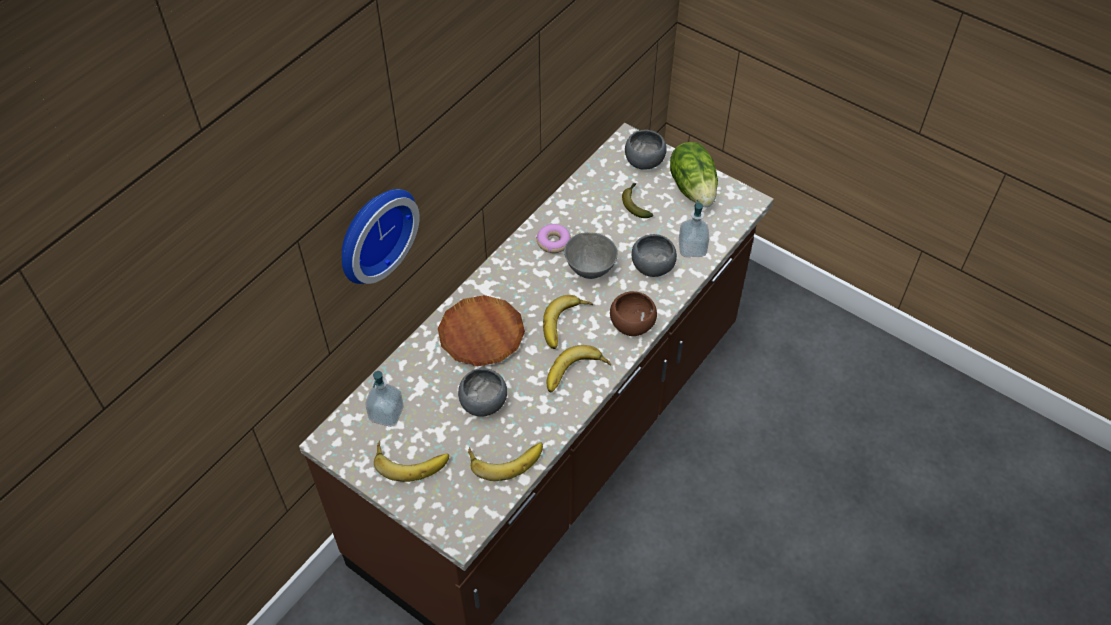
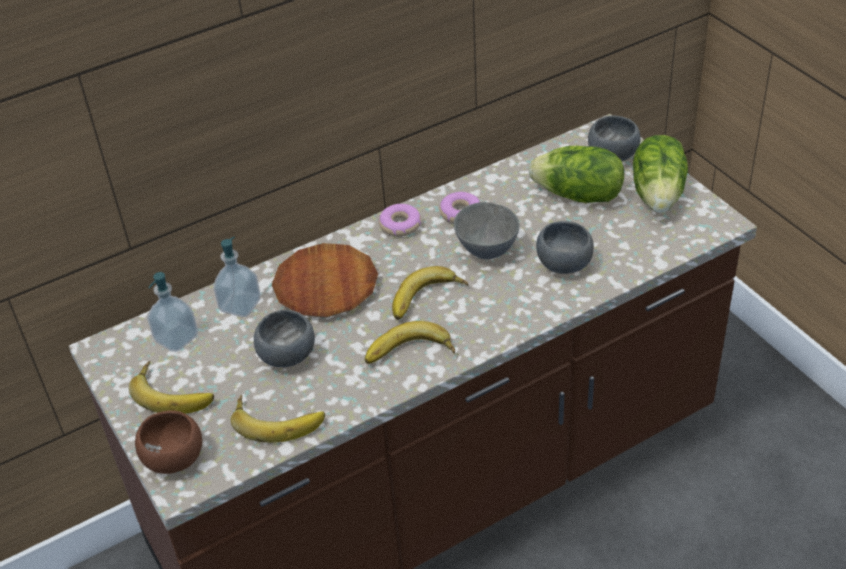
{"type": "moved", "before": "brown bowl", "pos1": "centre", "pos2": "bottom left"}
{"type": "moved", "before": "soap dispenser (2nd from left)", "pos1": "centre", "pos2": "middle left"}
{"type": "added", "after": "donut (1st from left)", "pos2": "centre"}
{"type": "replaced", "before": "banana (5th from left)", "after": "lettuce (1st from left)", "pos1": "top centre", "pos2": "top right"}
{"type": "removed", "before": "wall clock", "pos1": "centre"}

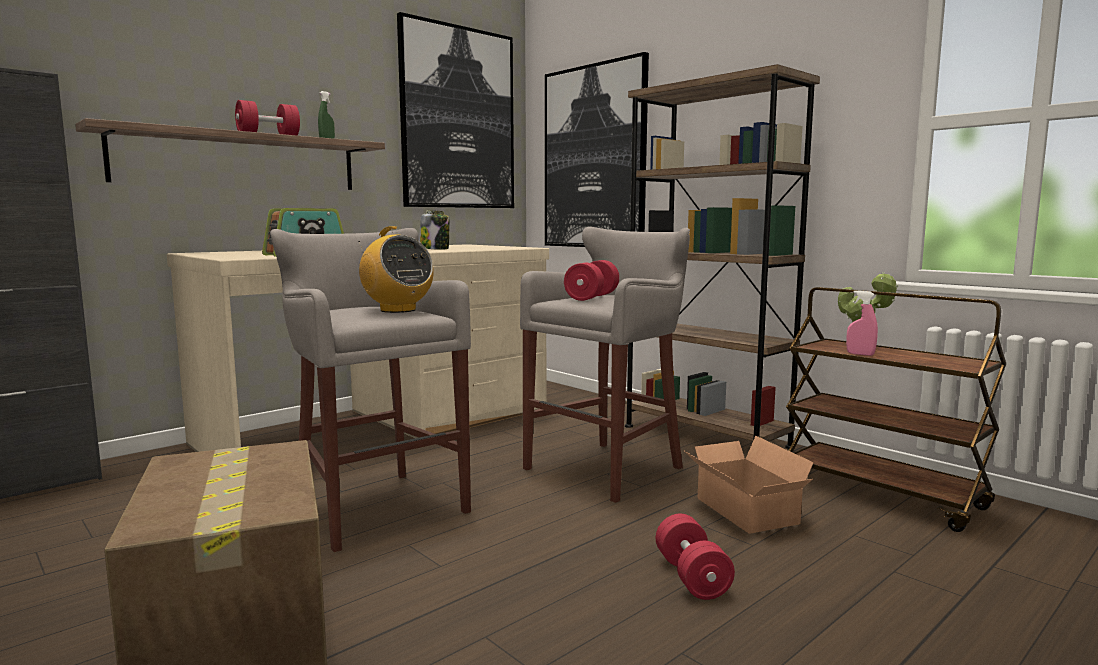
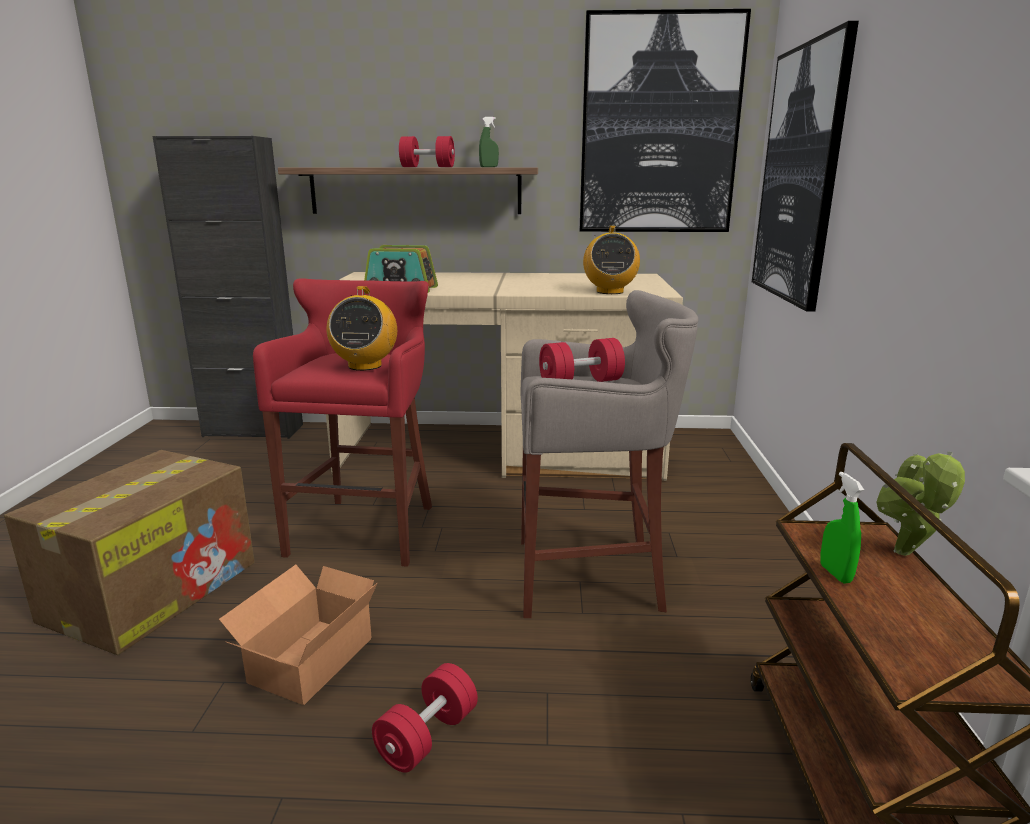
{"type": "moved", "before": "cardboard box (2nd from left)", "pos1": "bottom right", "pos2": "bottom left"}
{"type": "recoloured", "before": "grey stool (1st from left)", "after": "red stool", "pos1": "centre", "pos2": "middle left"}
{"type": "added", "after": "radio (3rd from left)", "pos2": "top centre"}
{"type": "recoloured", "before": "pink spray bottle", "after": "green spray bottle (2nd from left)", "pos1": "middle right", "pos2": "middle right"}
{"type": "removed", "before": "jar", "pos1": "centre"}
{"type": "removed", "before": "brown bookcase", "pos1": "centre"}

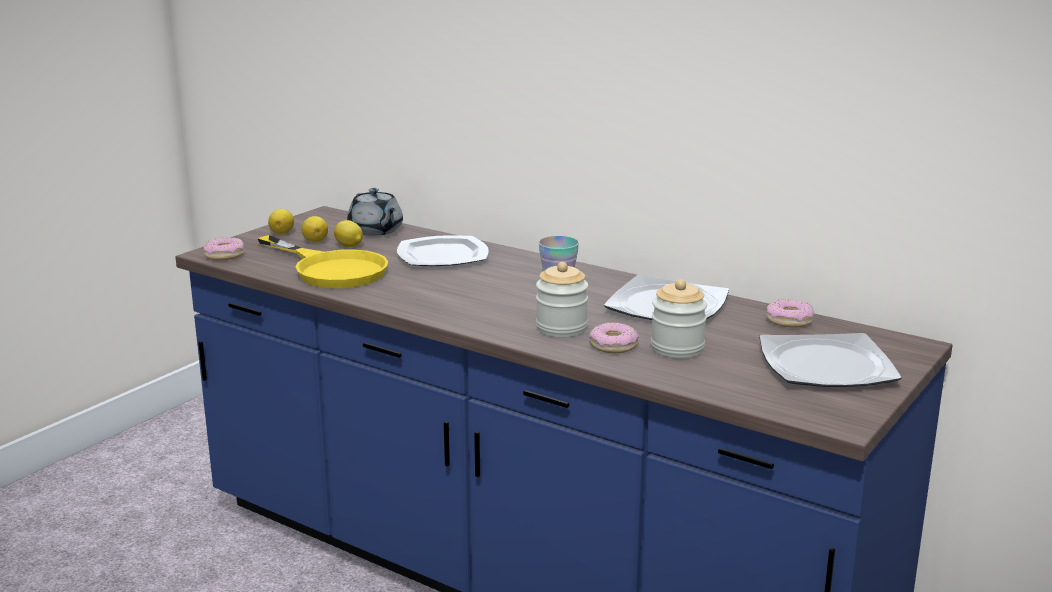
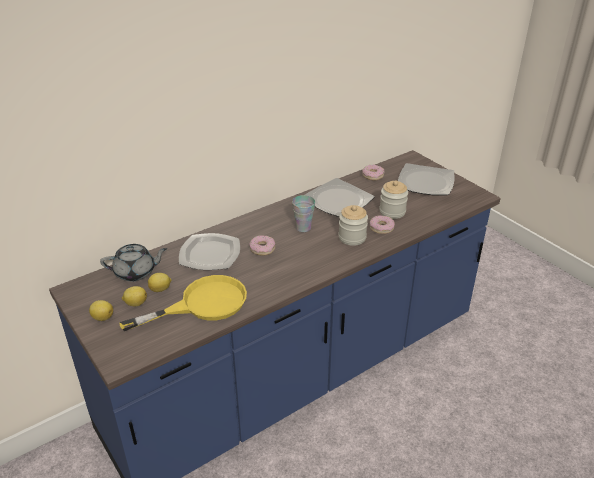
{"type": "moved", "before": "donut (1st from left)", "pos1": "middle left", "pos2": "centre"}

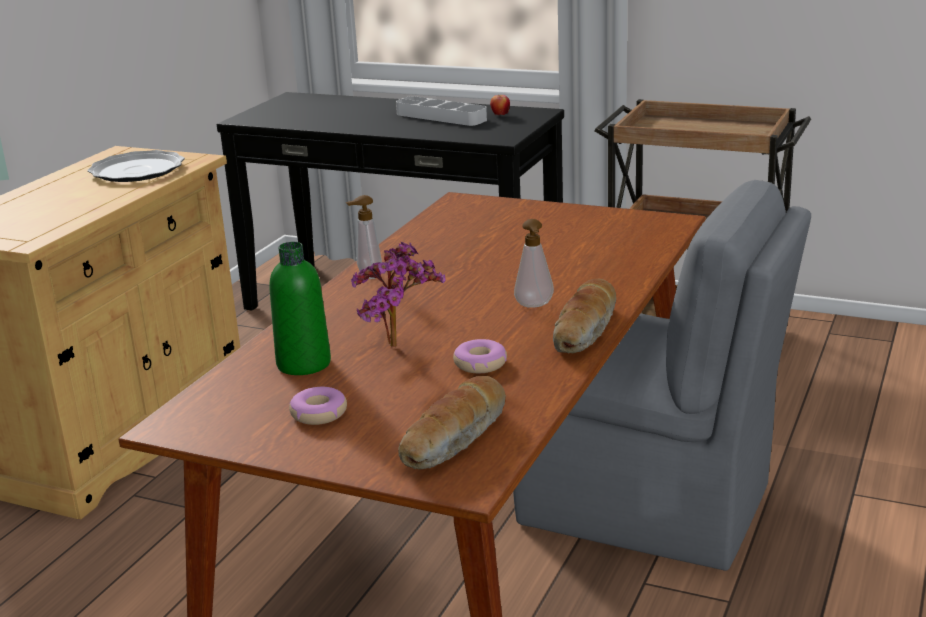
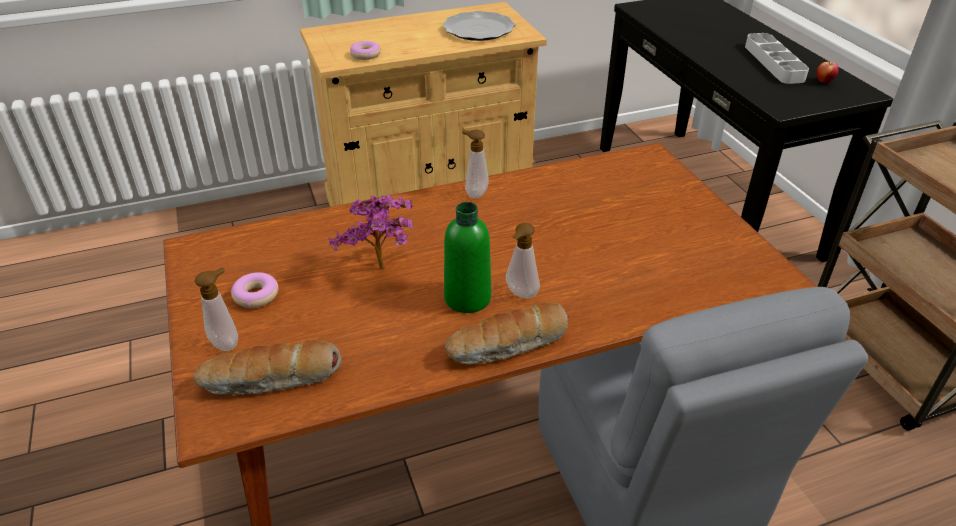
{"type": "added", "after": "soap dispenser (1st from left)", "pos2": "middle left"}
{"type": "moved", "before": "donut (2nd from left)", "pos1": "centre", "pos2": "top centre"}
{"type": "moved", "before": "green bottle", "pos1": "middle left", "pos2": "centre"}

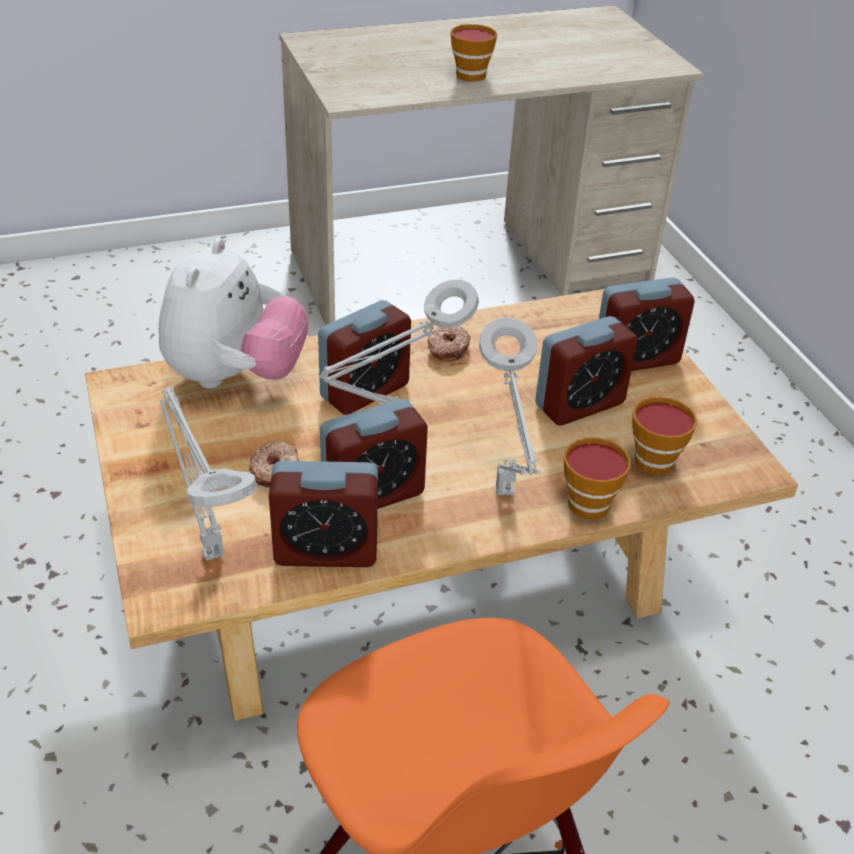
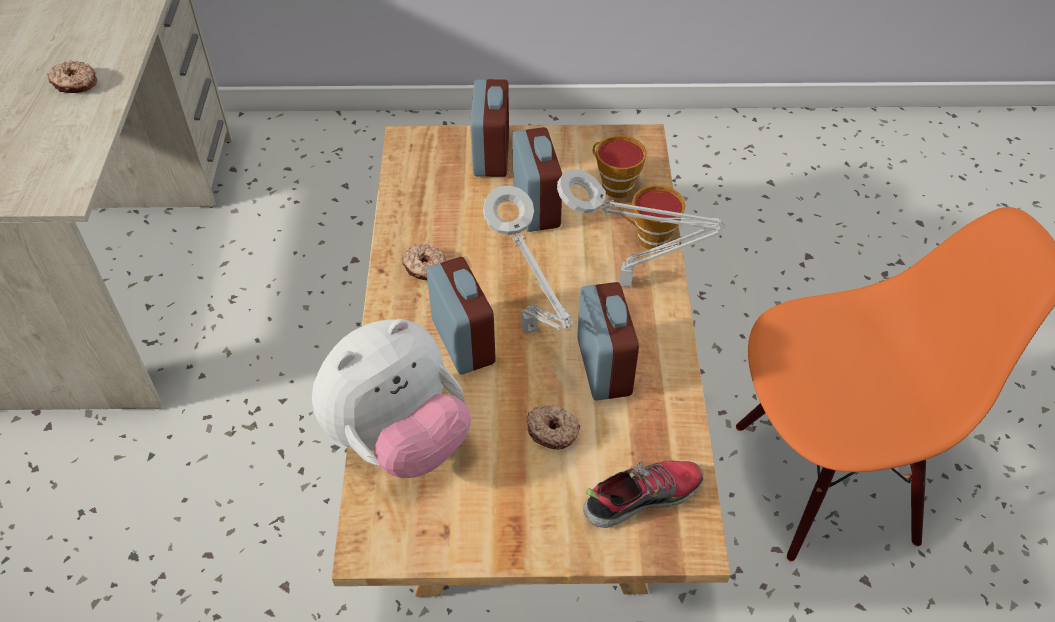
{"type": "replaced", "before": "cup (1st from left)", "after": "donut (1st from left)", "pos1": "top centre", "pos2": "top left"}
{"type": "turned", "before": "plush toy", "pos1": "middle left", "pos2": "centre", "turn": 105}
{"type": "replaced", "before": "grey table lamp (1st from left)", "after": "shoe", "pos1": "middle left", "pos2": "bottom centre"}
{"type": "removed", "before": "alarm clock (1st from left)", "pos1": "centre"}

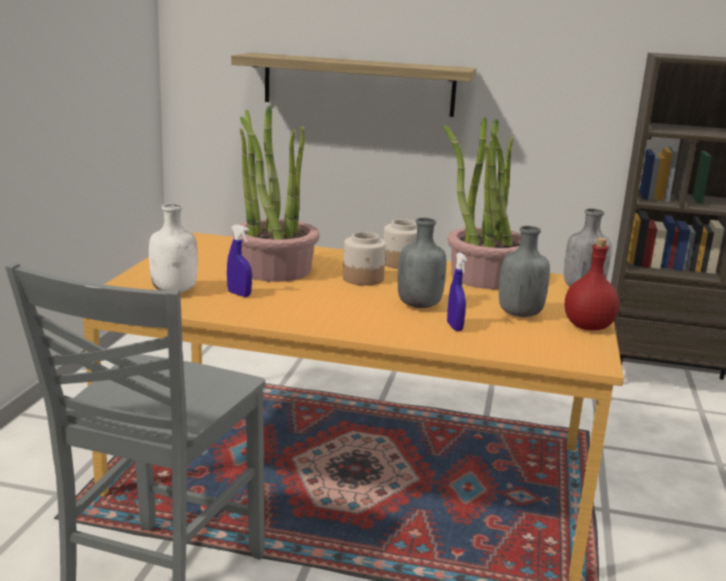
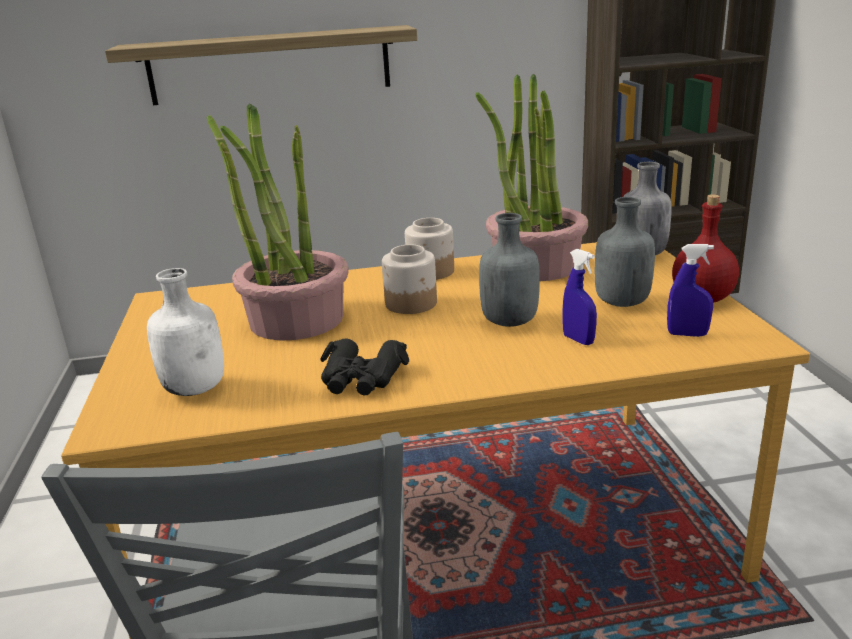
{"type": "added", "after": "black binoculars", "pos2": "centre"}
{"type": "moved", "before": "blue spray bottle (1st from left in the first image)", "after": "blue spray bottle (2nd from left)", "pos1": "middle left", "pos2": "middle right"}

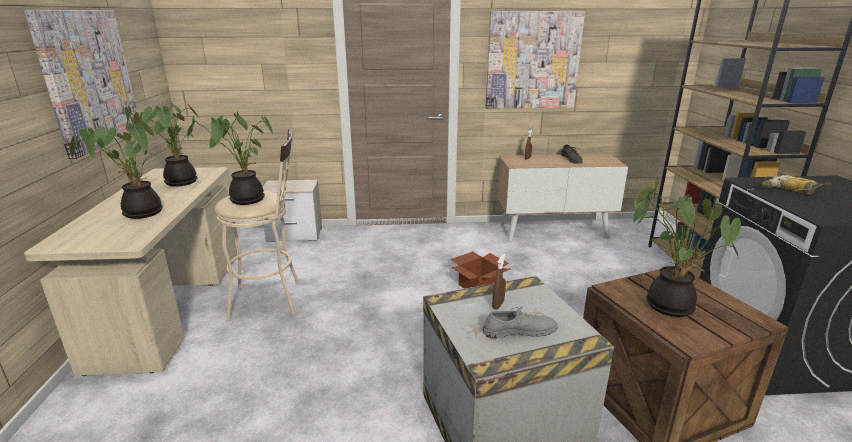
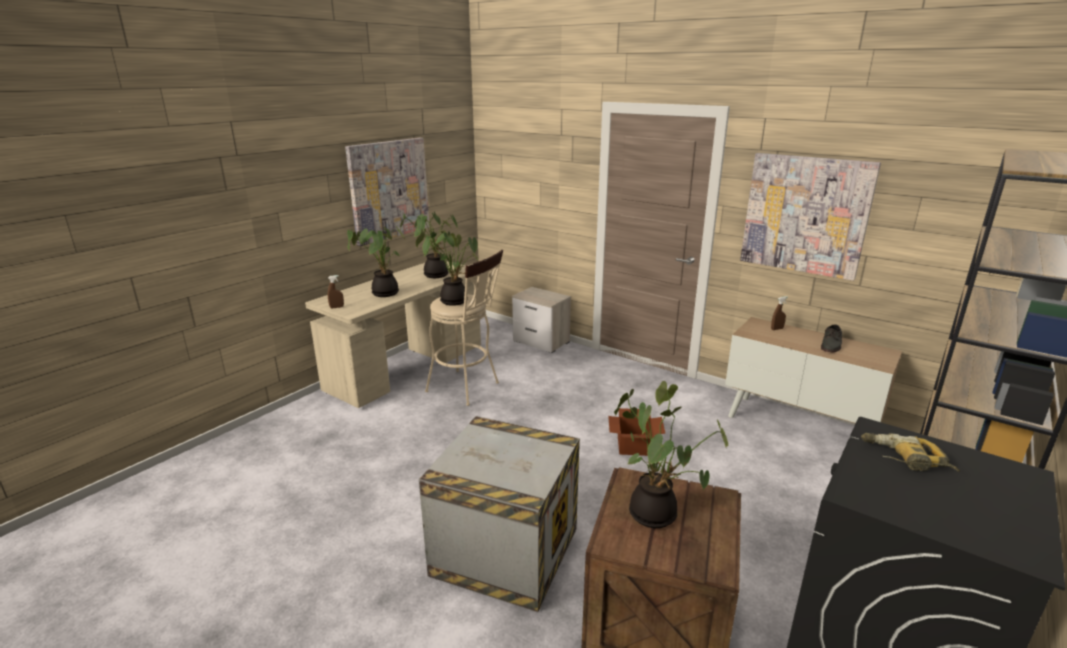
{"type": "moved", "before": "brown spray bottle (1st from left)", "pos1": "centre", "pos2": "middle left"}
{"type": "removed", "before": "grey shoe (1st from left)", "pos1": "bottom centre"}

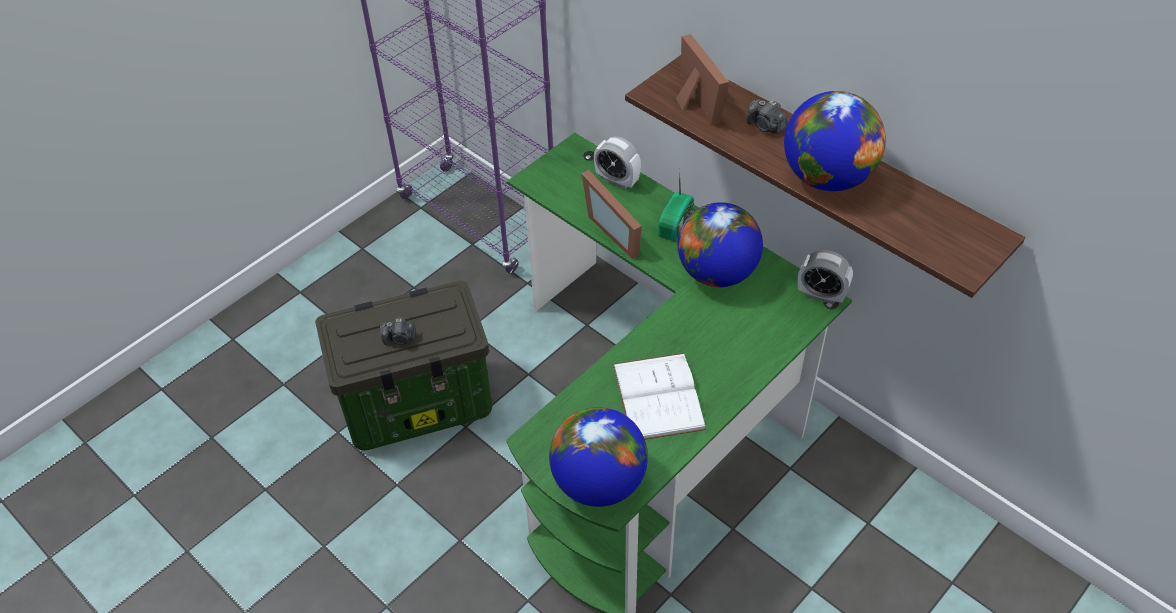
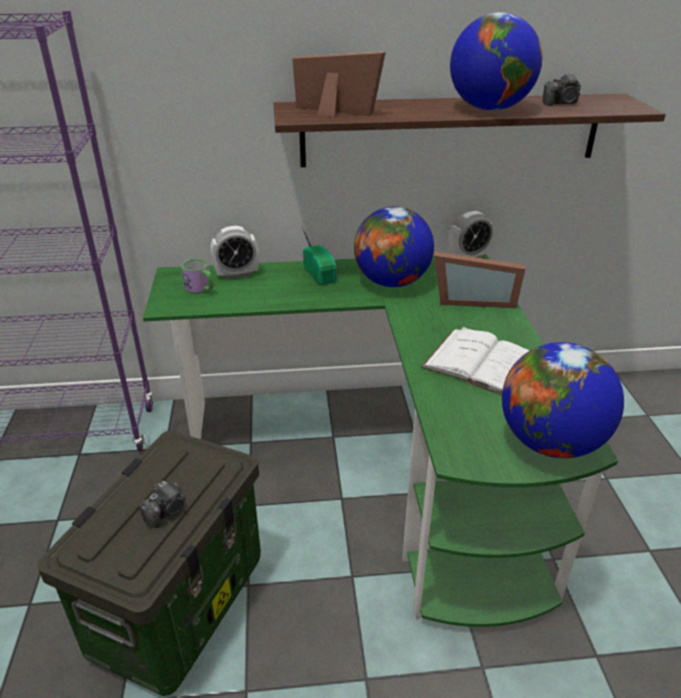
{"type": "added", "after": "mug", "pos2": "middle left"}
{"type": "moved", "before": "picture frame (1st from left in the first image)", "after": "picture frame (2nd from left)", "pos1": "centre", "pos2": "middle right"}
{"type": "moved", "before": "photo camera (2nd from left)", "pos1": "top centre", "pos2": "top right"}

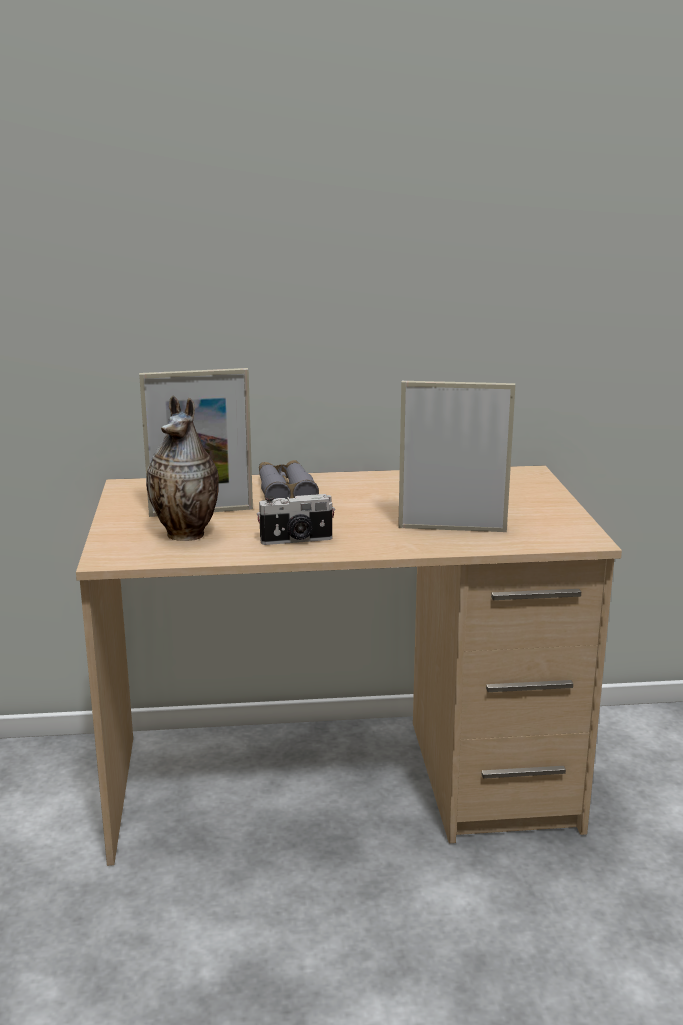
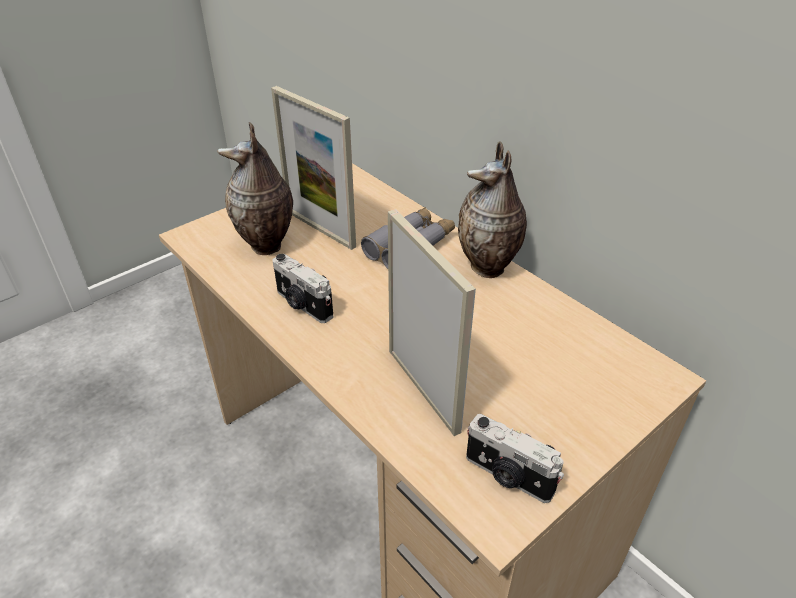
{"type": "added", "after": "vase (2nd from left)", "pos2": "centre"}
{"type": "added", "after": "photo camera (2nd from left)", "pos2": "bottom centre"}

